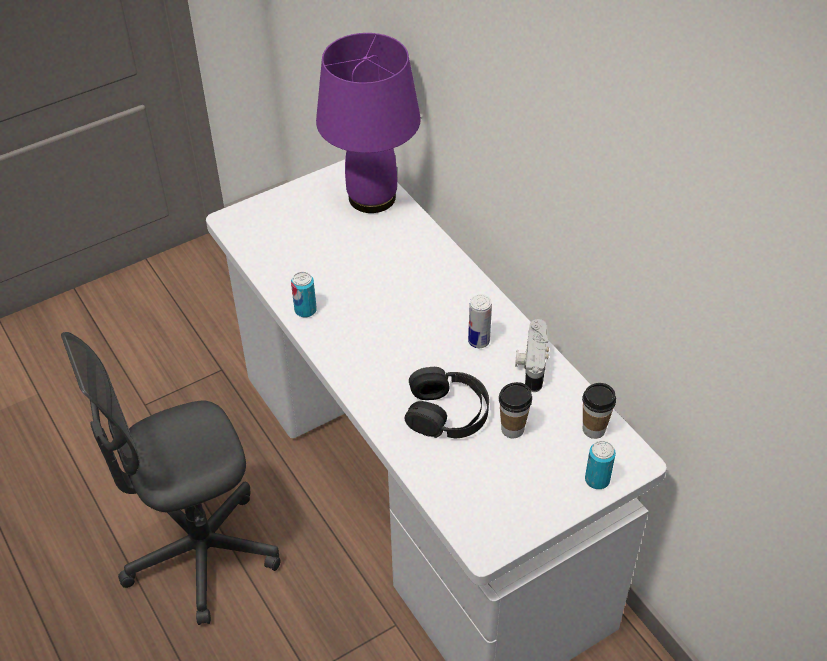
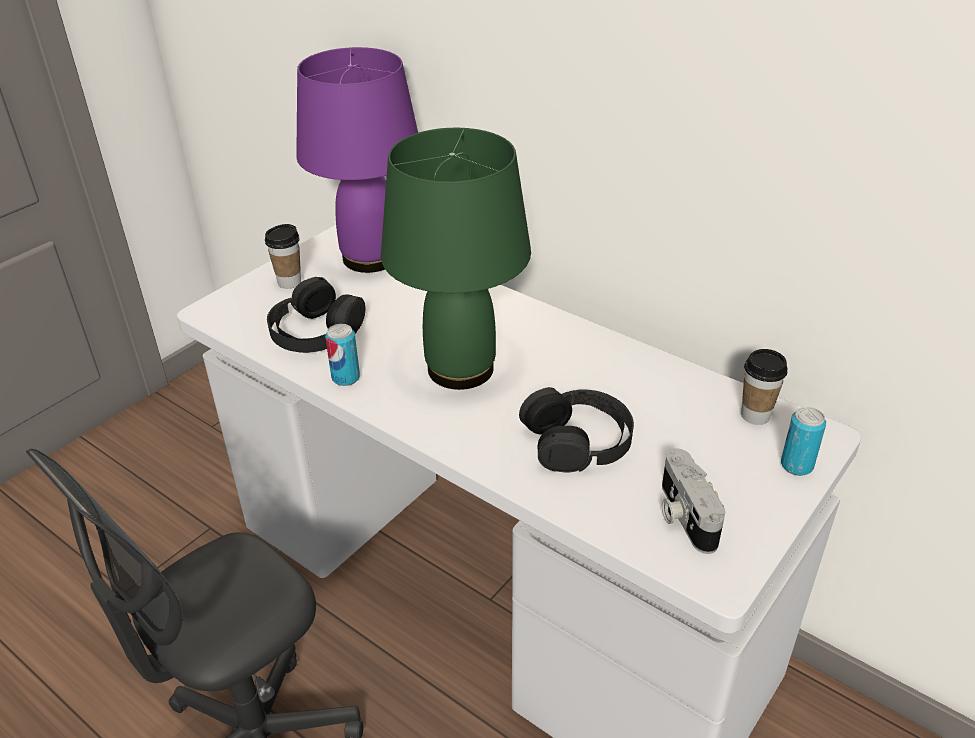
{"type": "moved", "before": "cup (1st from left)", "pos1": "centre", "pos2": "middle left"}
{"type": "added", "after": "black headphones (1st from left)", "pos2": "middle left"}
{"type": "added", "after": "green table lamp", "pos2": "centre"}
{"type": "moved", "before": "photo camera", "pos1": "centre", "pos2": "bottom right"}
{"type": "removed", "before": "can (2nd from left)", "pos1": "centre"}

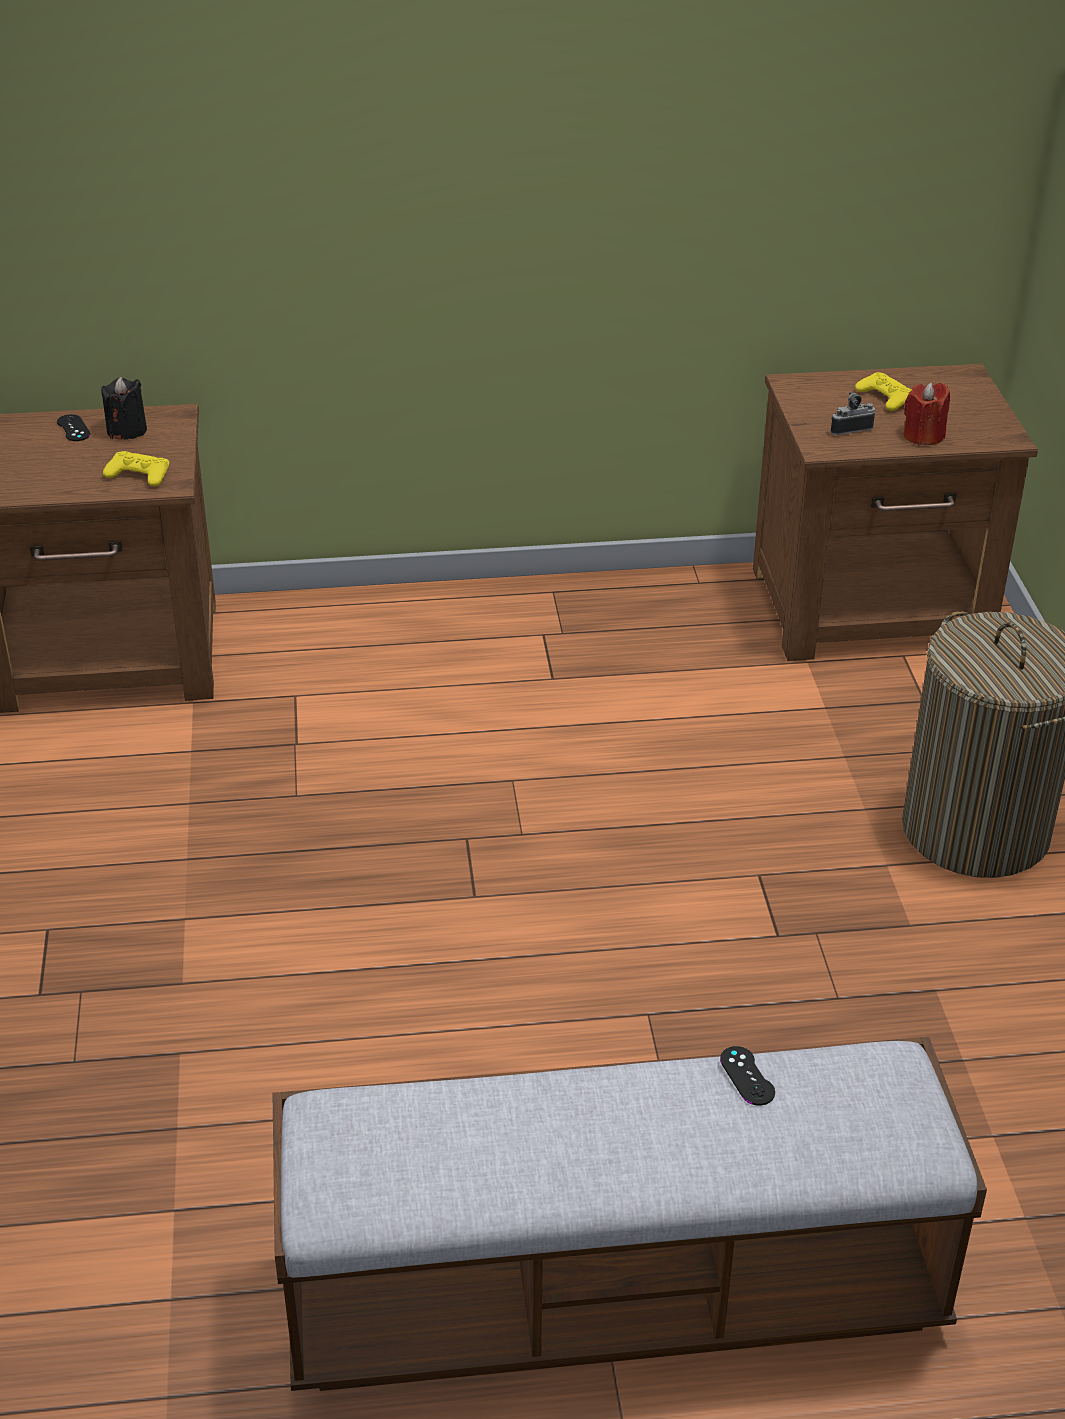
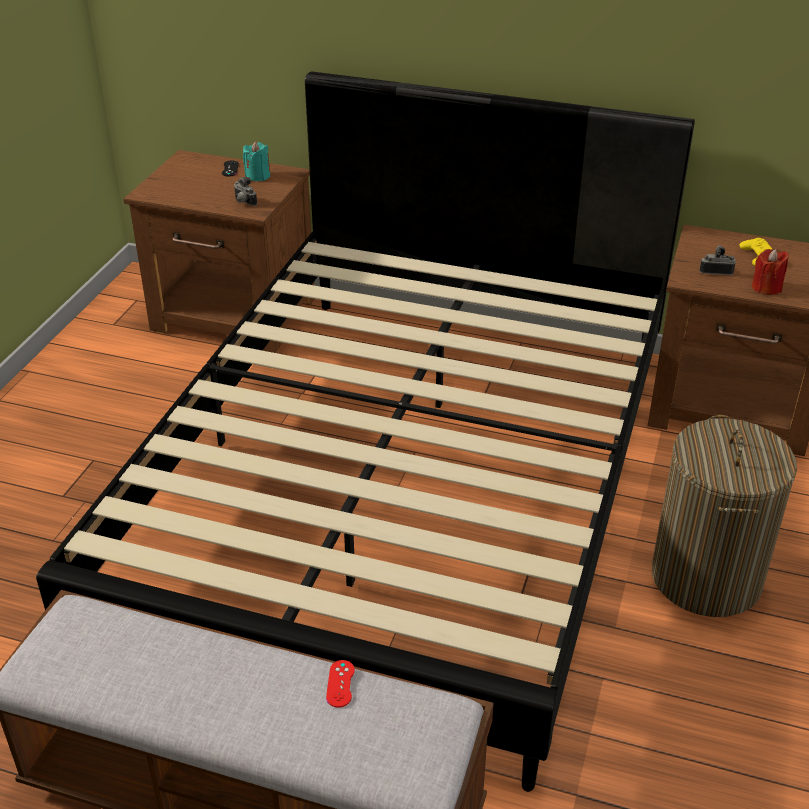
{"type": "added", "after": "black bed", "pos2": "centre"}
{"type": "replaced", "before": "yellow game controller (1st from left)", "after": "photo camera (1st from left)", "pos1": "top left", "pos2": "top left"}
{"type": "recoloured", "before": "black candle", "after": "turquoise candle", "pos1": "top left", "pos2": "top left"}
{"type": "recoloured", "before": "black game controller (2nd from left)", "after": "red game controller", "pos1": "bottom right", "pos2": "bottom centre"}

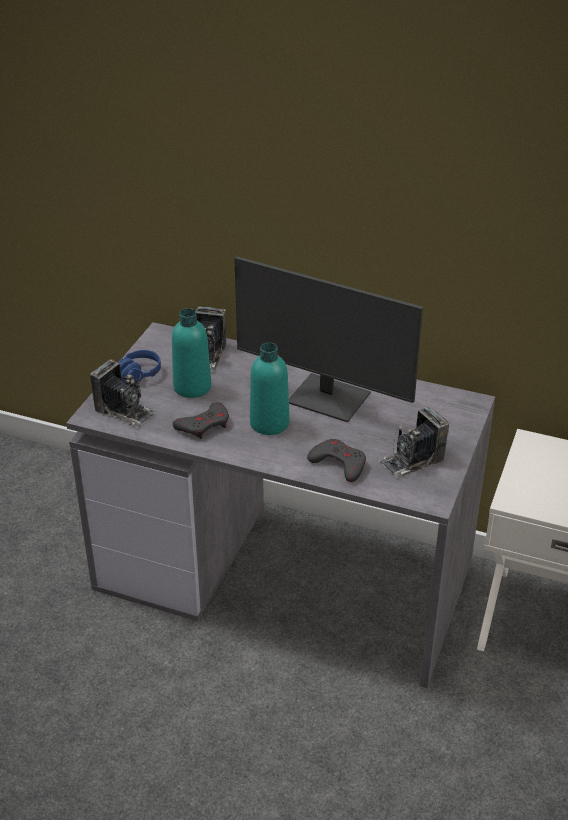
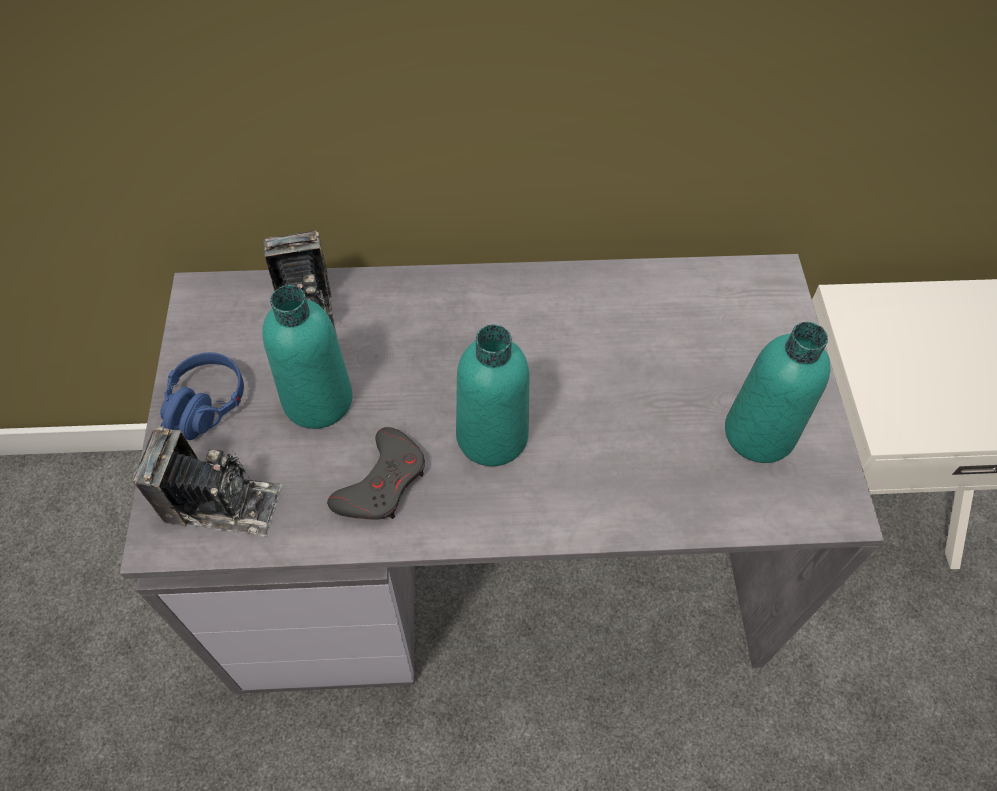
{"type": "replaced", "before": "photo camera (3rd from left)", "after": "turquoise bottle (3rd from left)", "pos1": "middle right", "pos2": "middle right"}
{"type": "removed", "before": "monitor", "pos1": "centre"}
{"type": "removed", "before": "grey game controller (2nd from left)", "pos1": "centre"}

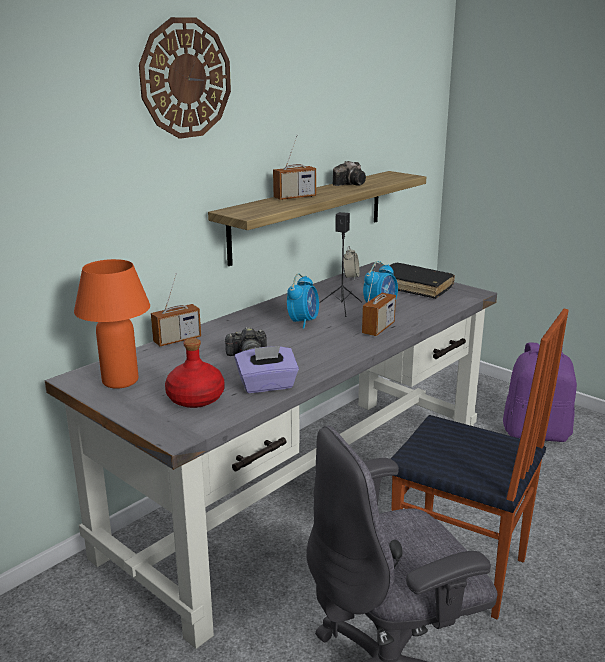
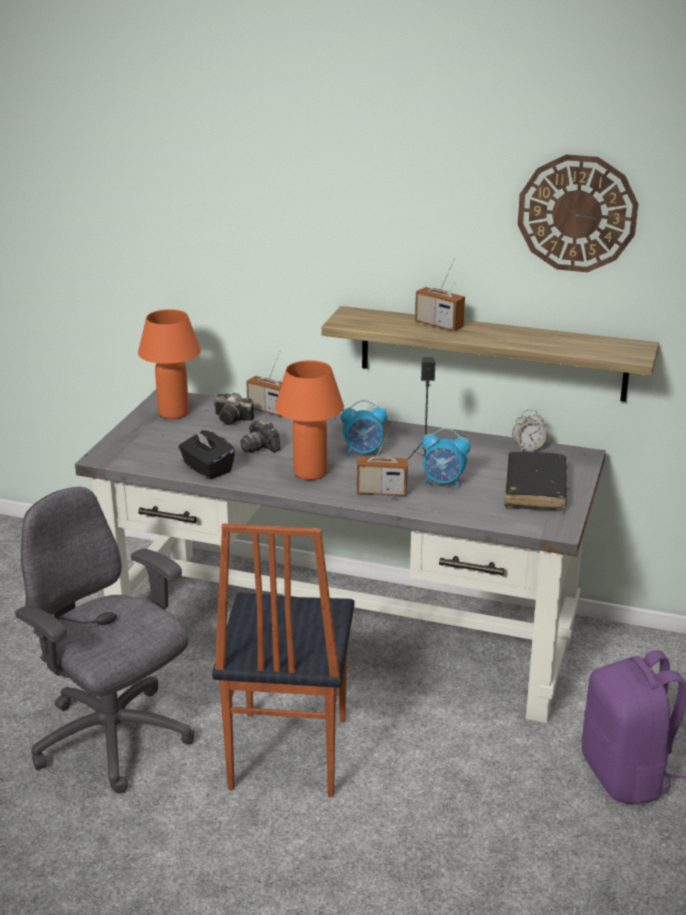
{"type": "recoloured", "before": "purple tissue box", "after": "black tissue box", "pos1": "centre", "pos2": "middle left"}
{"type": "moved", "before": "photo camera (2nd from left in the first image)", "after": "photo camera (1st from left)", "pos1": "top centre", "pos2": "centre"}
{"type": "added", "after": "orange table lamp (2nd from left)", "pos2": "centre"}
{"type": "moved", "before": "wall clock", "pos1": "top left", "pos2": "top right"}
{"type": "removed", "before": "red bottle", "pos1": "middle left"}

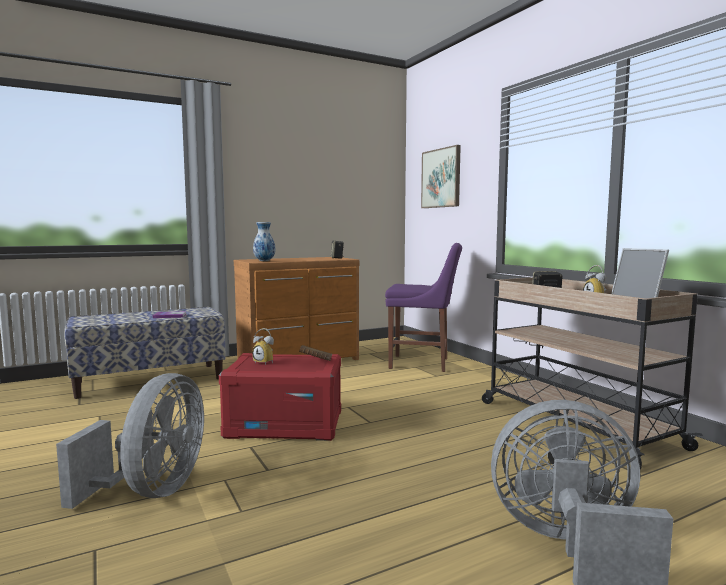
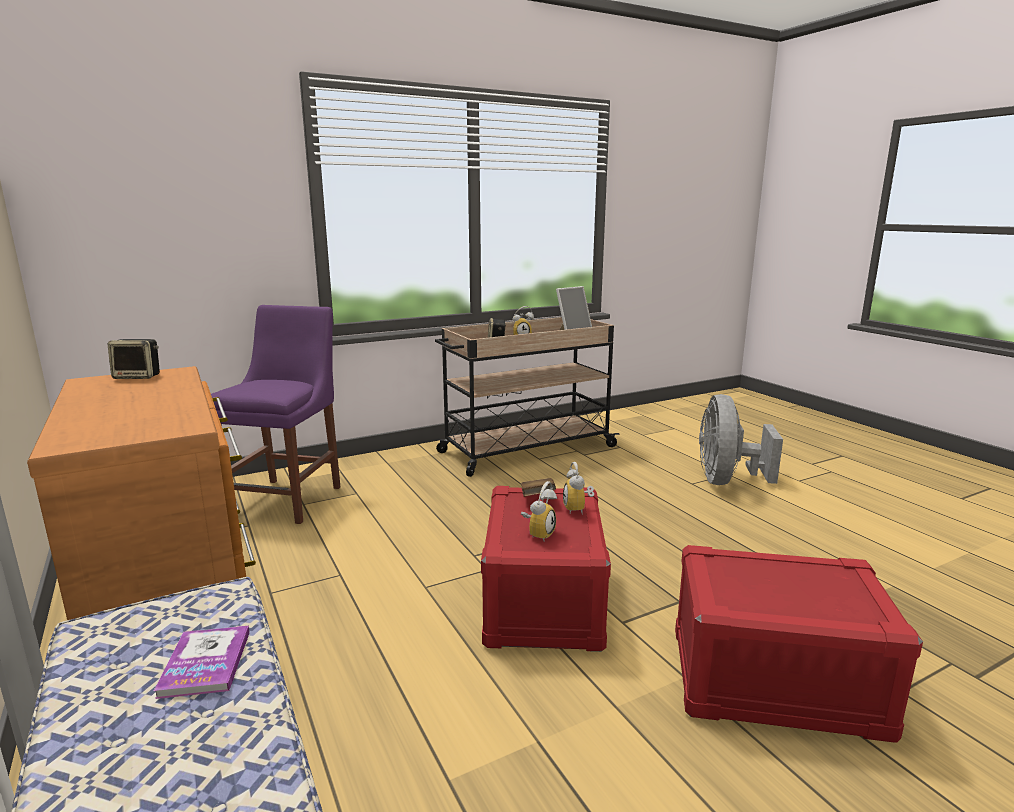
{"type": "added", "after": "alarm clock (3rd from left)", "pos2": "centre"}
{"type": "replaced", "before": "grey fan (1st from left)", "after": "red storage box (2nd from left)", "pos1": "bottom left", "pos2": "bottom right"}
{"type": "removed", "before": "vase", "pos1": "centre"}
{"type": "removed", "before": "picture", "pos1": "top centre"}

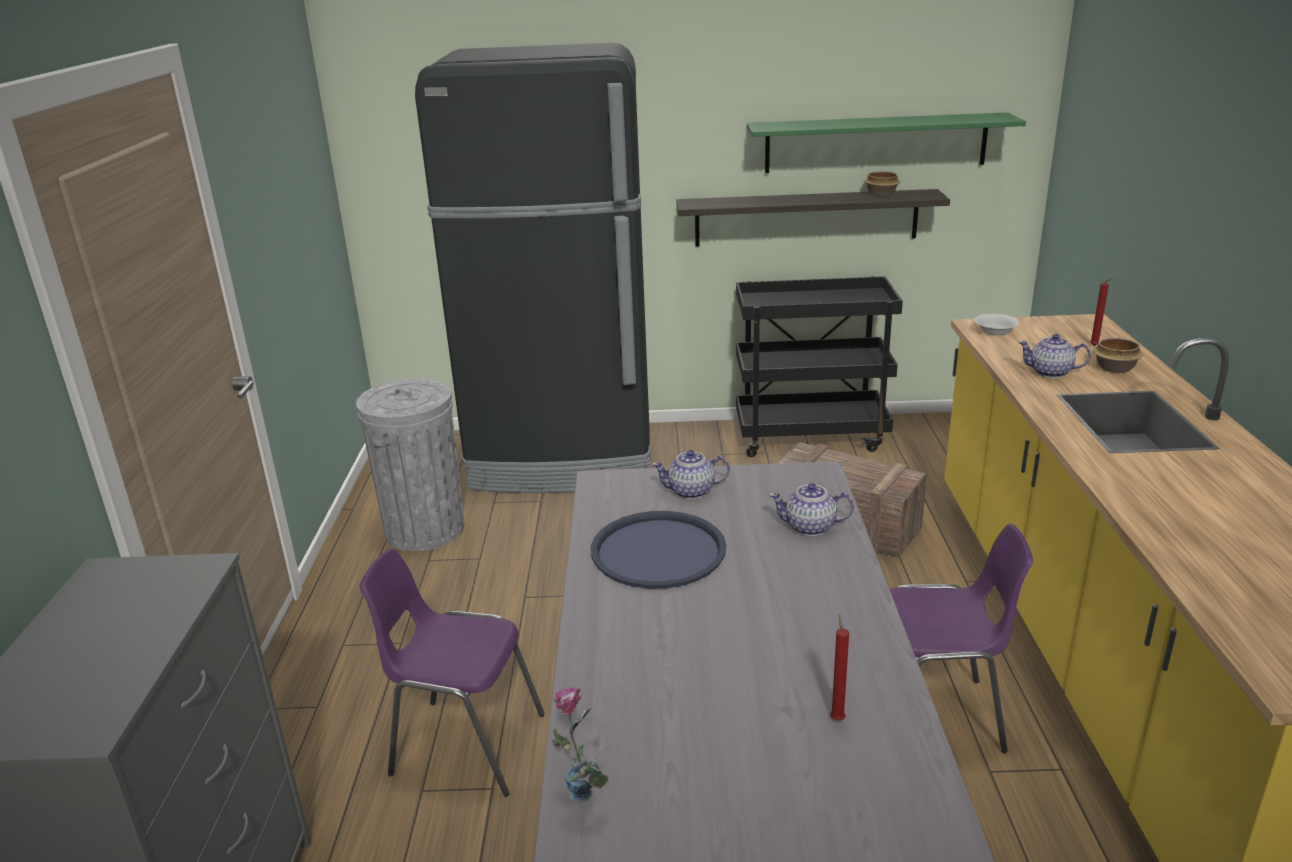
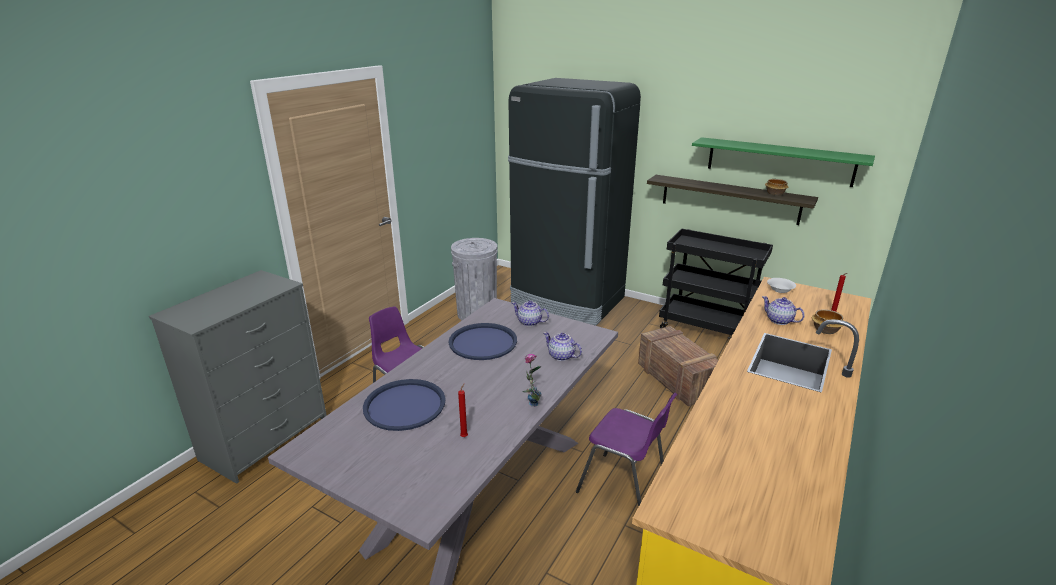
{"type": "added", "after": "blue tray (1st from left)", "pos2": "bottom centre"}
{"type": "moved", "before": "vase", "pos1": "bottom centre", "pos2": "centre"}

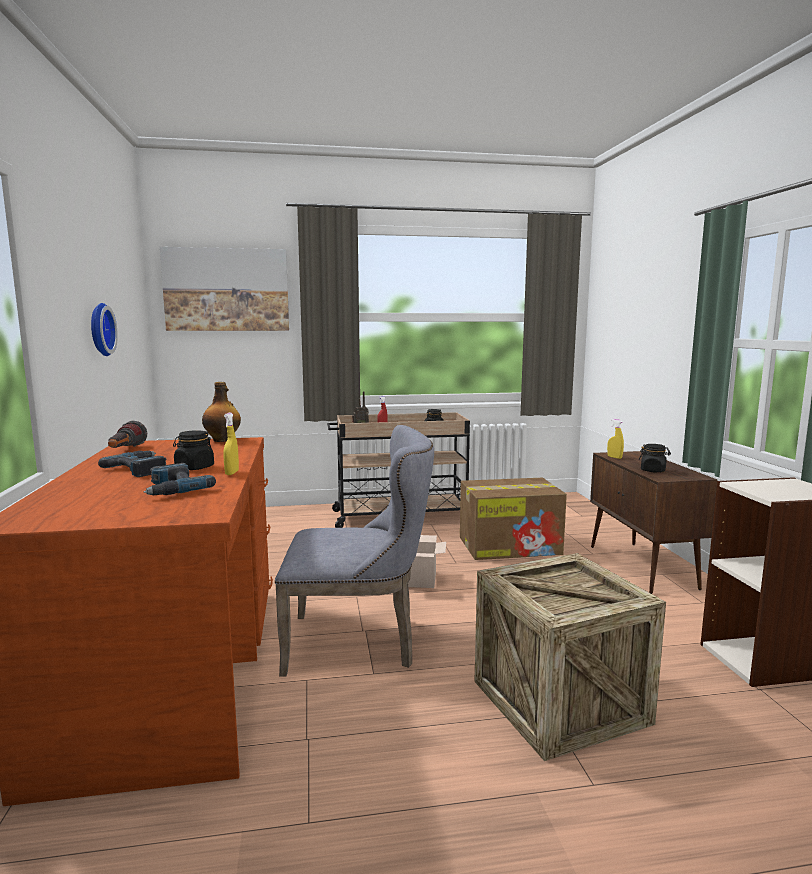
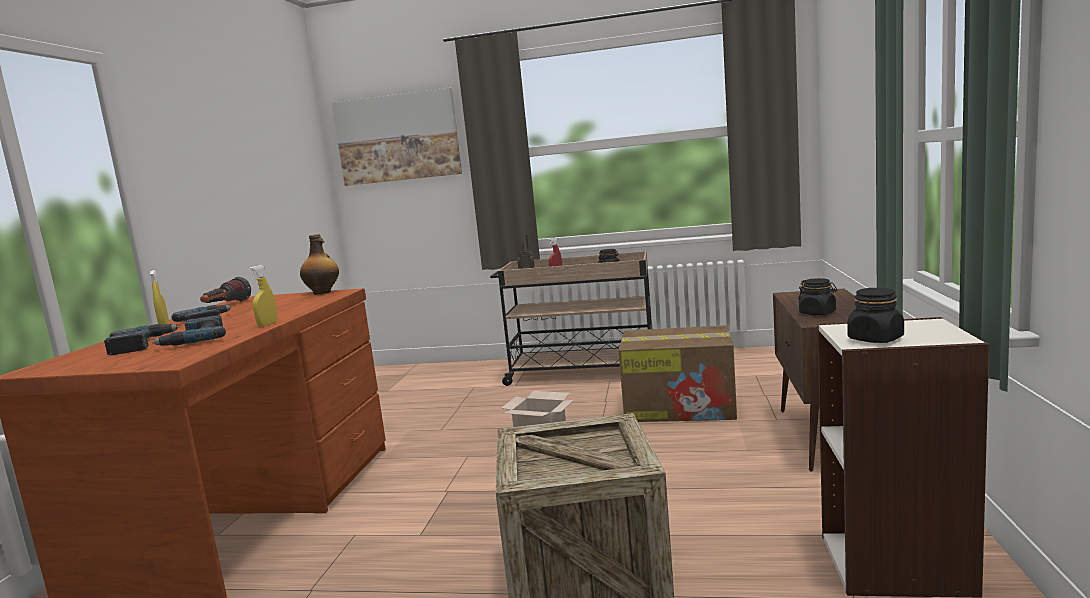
{"type": "added", "after": "power drill (1st from left)", "pos2": "middle left"}
{"type": "moved", "before": "yellow spray bottle (2nd from left in the first image)", "after": "yellow spray bottle (1st from left)", "pos1": "middle right", "pos2": "middle left"}
{"type": "moved", "before": "black jar (1st from left in the first image)", "after": "black jar (3rd from left)", "pos1": "middle left", "pos2": "middle right"}
{"type": "removed", "before": "wall clock", "pos1": "middle left"}
{"type": "removed", "before": "grey chair", "pos1": "centre"}

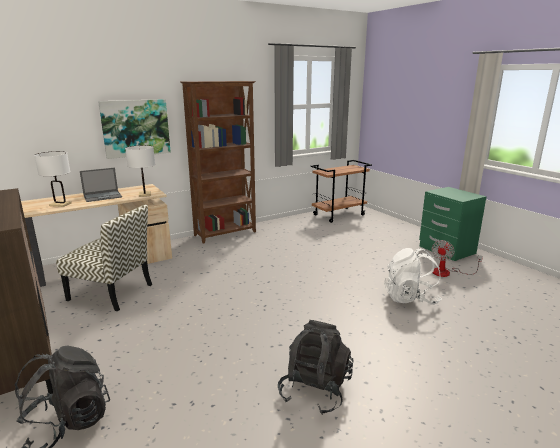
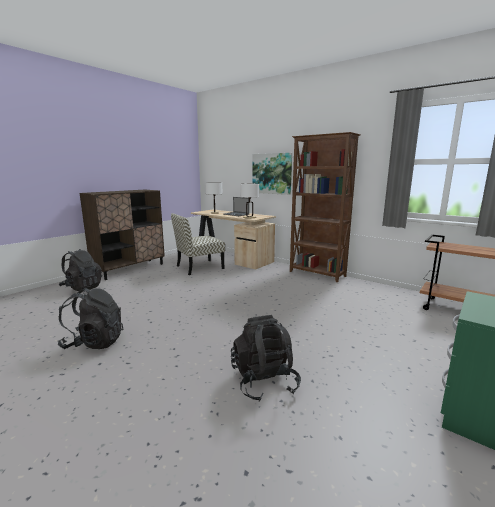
{"type": "turned", "before": "chair", "pos1": "middle left", "pos2": "centre", "turn": 60}
{"type": "recoloured", "before": "white backpack", "after": "black backpack (3rd from left)", "pos1": "middle right", "pos2": "bottom centre"}
{"type": "removed", "before": "fan", "pos1": "middle right"}

